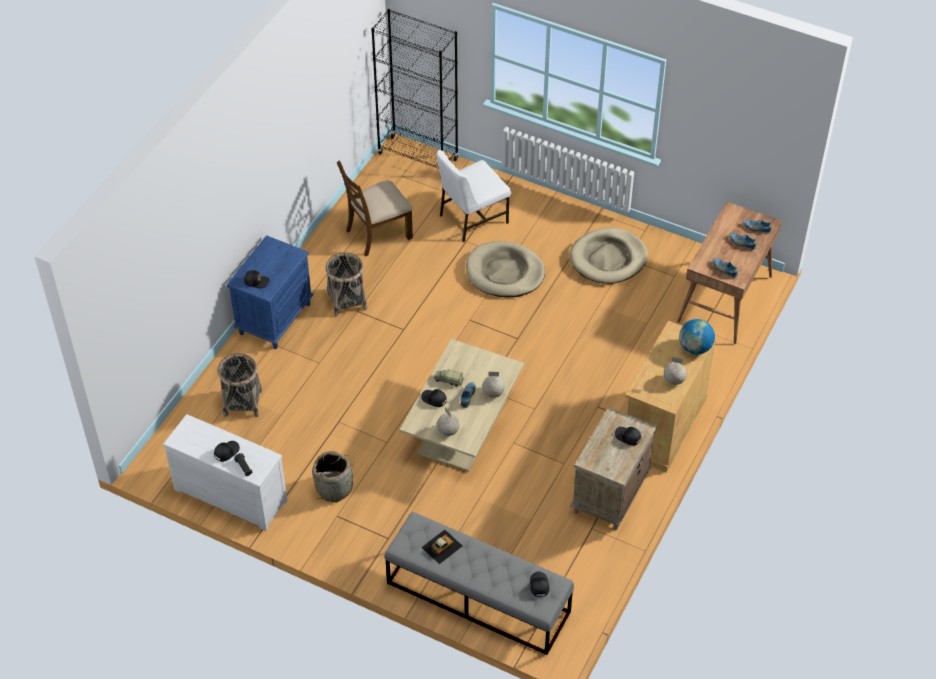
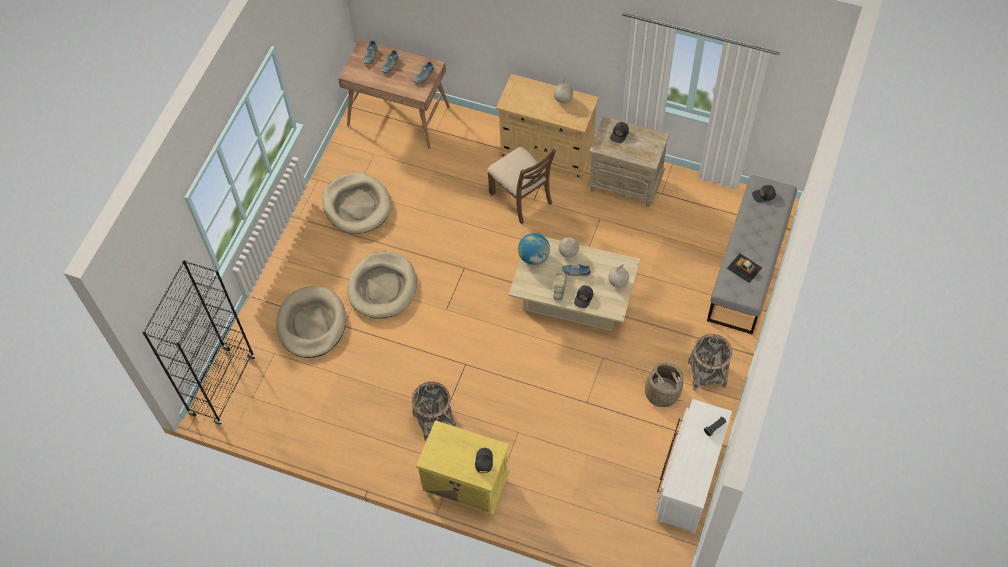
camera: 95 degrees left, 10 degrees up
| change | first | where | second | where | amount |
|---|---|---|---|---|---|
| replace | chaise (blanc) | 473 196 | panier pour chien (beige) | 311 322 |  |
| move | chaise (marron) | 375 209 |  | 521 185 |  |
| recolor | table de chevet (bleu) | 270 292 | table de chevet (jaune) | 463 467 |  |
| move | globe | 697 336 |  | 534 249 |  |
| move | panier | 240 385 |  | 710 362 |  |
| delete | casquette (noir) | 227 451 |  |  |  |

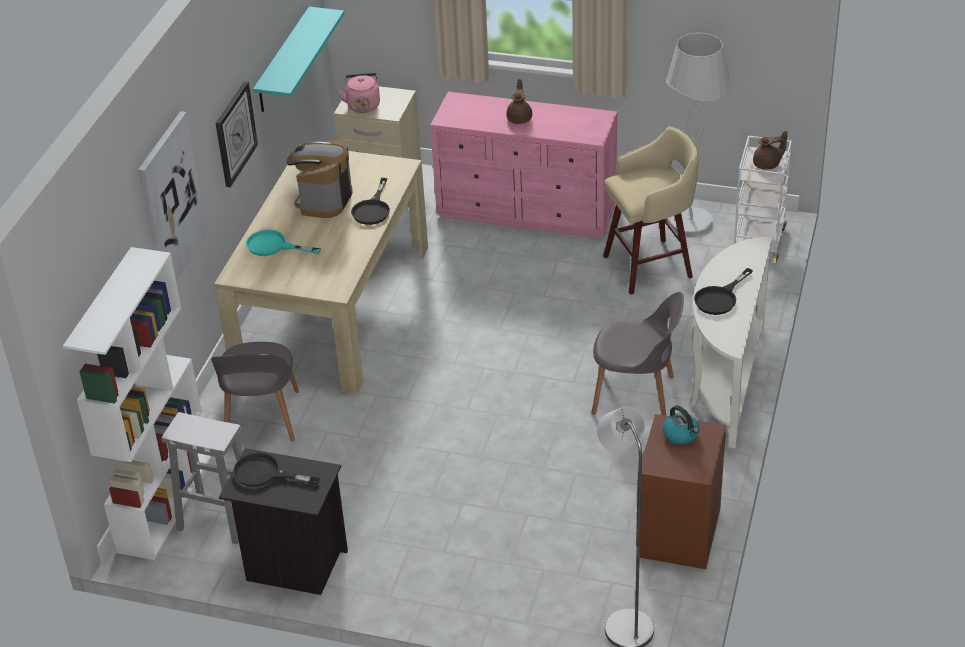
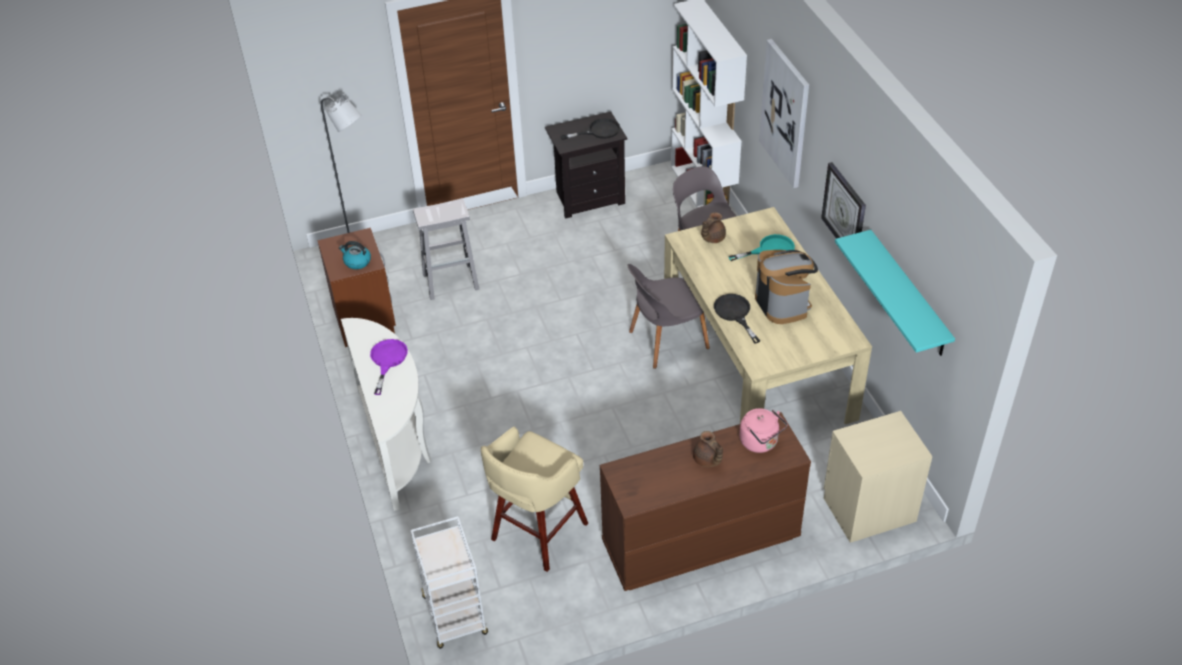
camera: 145 degrees right, 5 degrees up
| change | first | where | second | where | amount |
|---|---|---|---|---|---|
| delete | lampadaire (blanc) | 698 133 |  |  |  |
| move | bouilloire (rose) | 359 93 |  | 764 430 |  |
| recolor | commode (rose) | 523 165 | commode (marron) | 705 501 |  |
| move | théière (marron) | 770 150 |  | 713 227 |  |
| recolor | poêle (noir) | 723 291 | poêle (violet) | 389 367 |  |
| move | chaise (gris) | 638 354 |  | 668 316 |  |
| move | tabouret (blanc) | 202 478 |  | 446 249 |  |

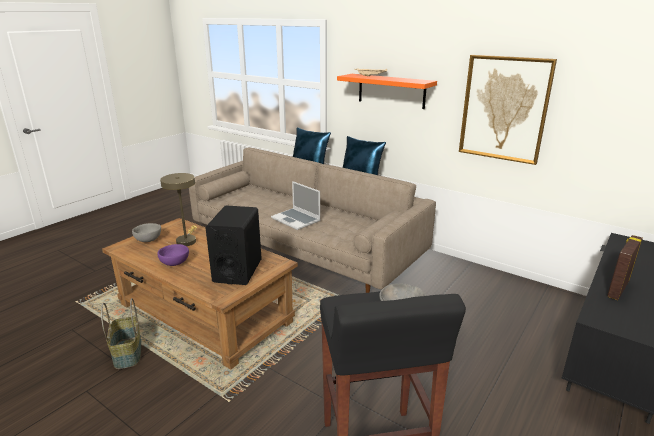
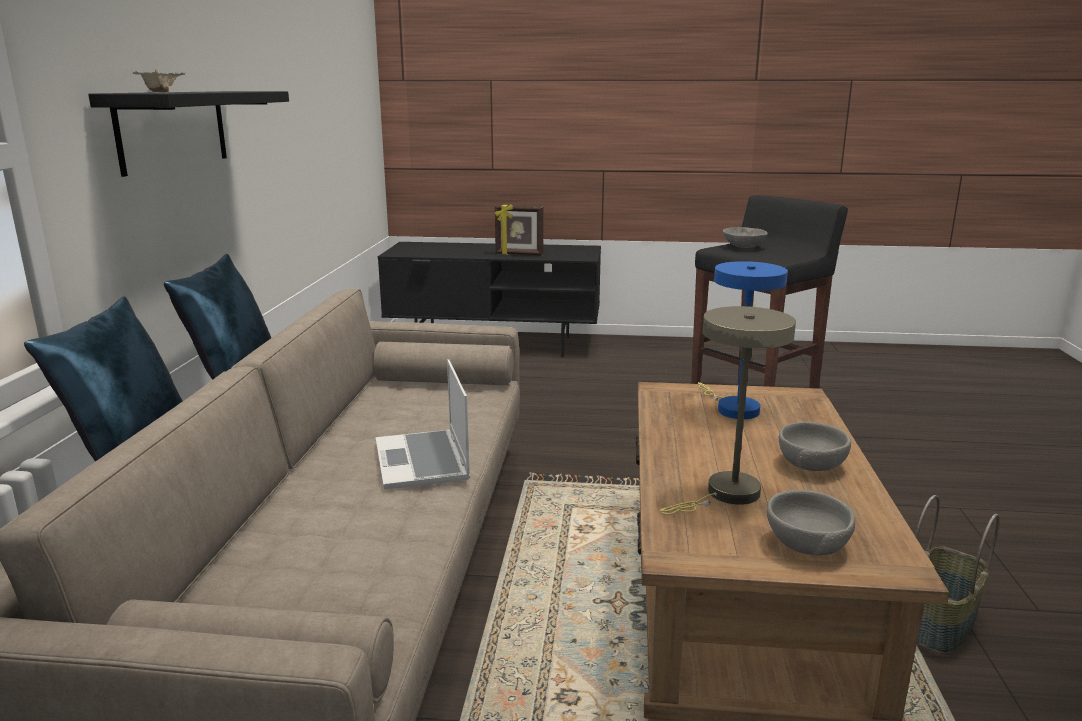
camera: 120 degrees left, 5 degrees down
| change | first | where | second | where | amount |
|---|---|---|---|---|---|
| delete | tableau | 508 110 |  |  |  |
| recolor | étagère (orange) | 387 91 | étagère (noir) | 188 134 |  |
| rotate | ordinateur portable | 295 205 |  | 422 424 | 150 degrees clockwise |
| replace | enceinte (noir) | 234 245 | lampe de table (bleu) | 743 340 |  |
| recolor | bol (violet) | 173 255 | bol (gris) | 815 446 |  |

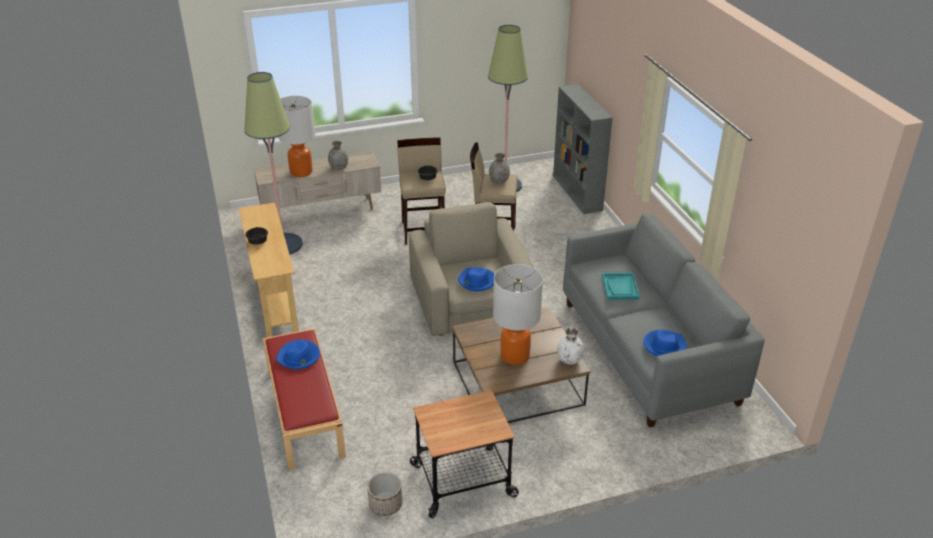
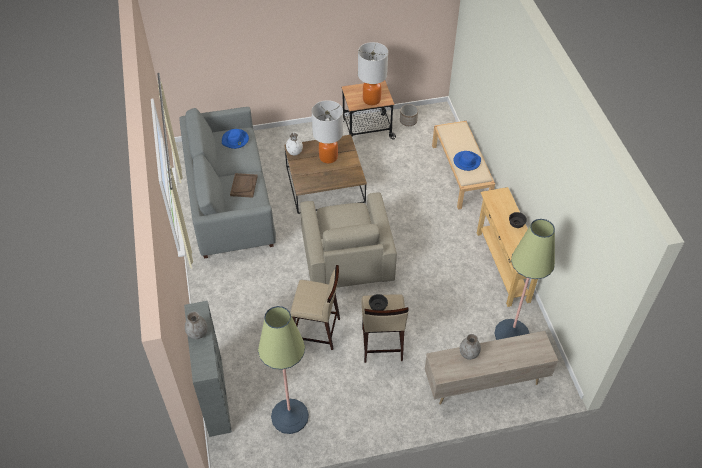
camera: 175 degrees left, 15 degrees up
| change | first | where | second | where | amount |
|---|---|---|---|---|---|
| move | lampe de table | 296 136 |  | 373 73 |  |
| move | vase (gris) | 499 168 |  | 196 325 |  |
| delete | chapeau (bleu) | 476 279 |  |  |  |
| recolor | plateau (turquoise) | 621 286 | plateau (marron) | 244 185 |  |
| recolor | banc (rouge) | 304 399 | banc (beige) | 463 165 |  |

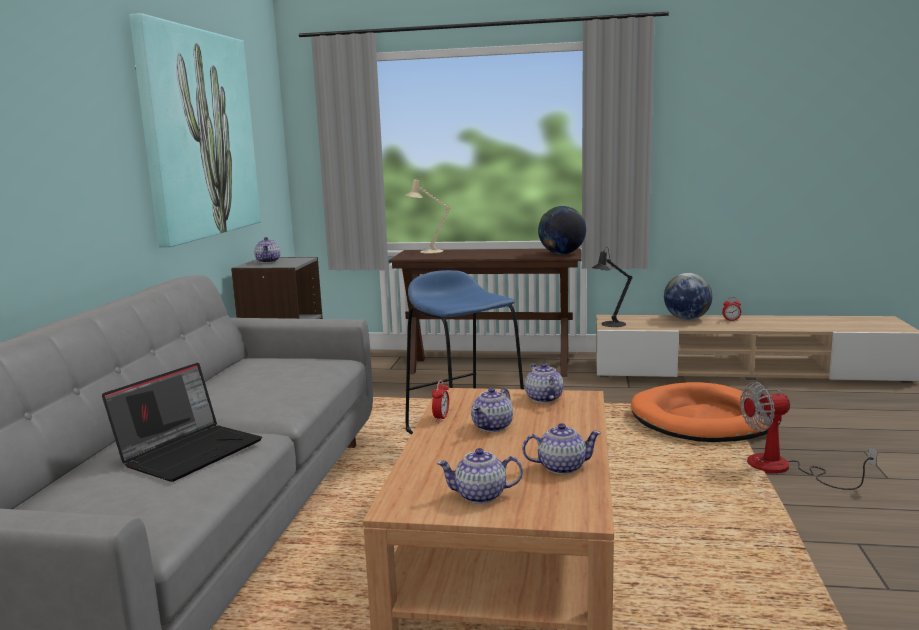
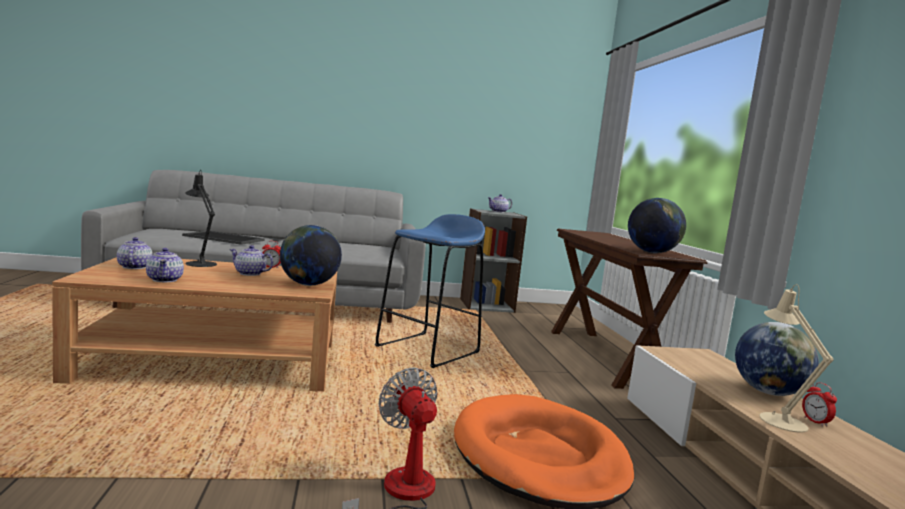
camera: 70 degrees right, 5 degrees down
| change | first | where | second | where | amount |
|---|---|---|---|---|---|
| delete | tableau | 195 130 |  |  |  |
| move | lampe de table (beige) | 428 214 |  | 797 358 |  |
| move | lampe de table (noir) | 612 287 |  | 201 218 |  |
| replace | ordinateur portable | 182 422 | plateau | 223 238 |  |
| replace | théière | 544 383 | globe | 311 255 |  |

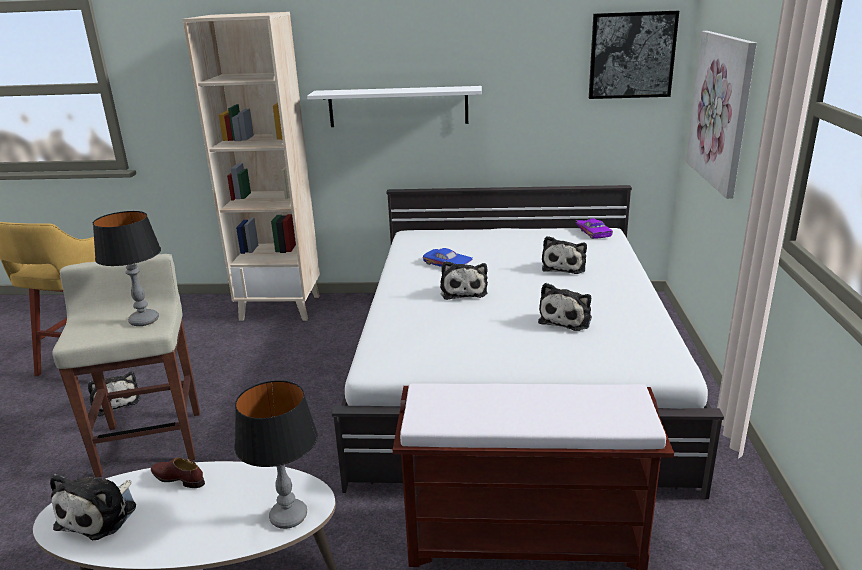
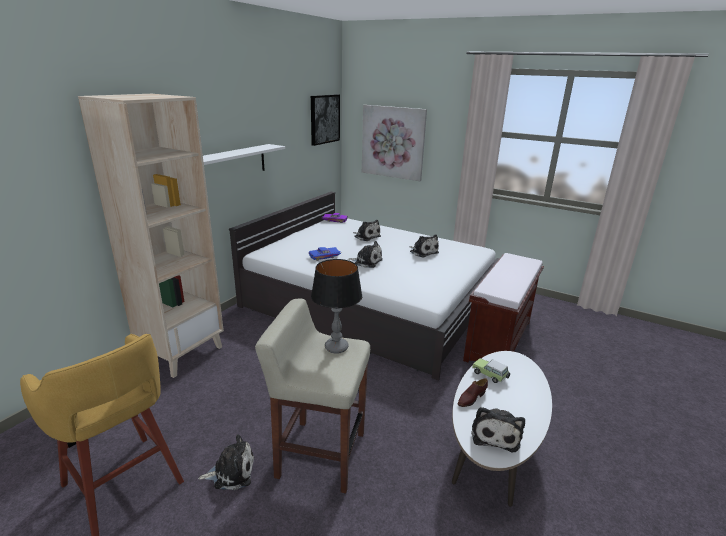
camera: 65 degrees left, 0 degrees up
| change | first | where | second | where | amount |
|---|---|---|---|---|---|
| delete | lampe de table | 276 454 |  |  |  |
| rotate | peluche | 93 507 |  | 498 429 | 60 degrees clockwise |
| insert |  |  | petite voiture | 491 370 |  |

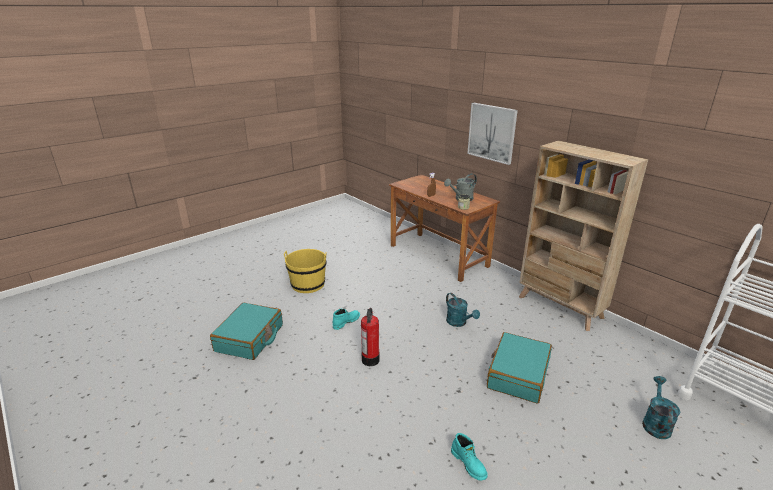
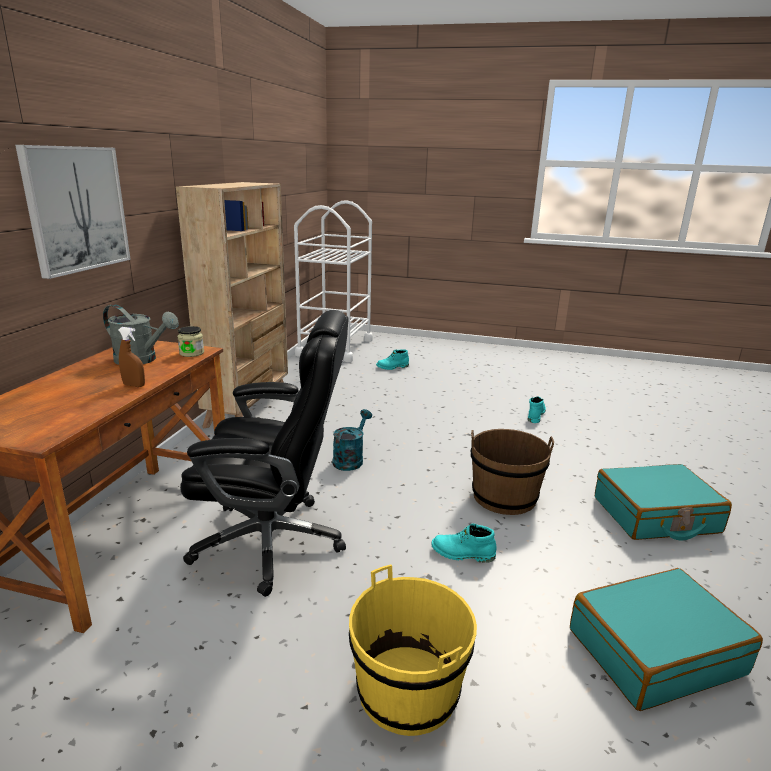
camera: 125 degrees left, 5 degrees down
| change | first | where | second | where | amount |
|---|---|---|---|---|---|
| replace | extincteur | 370 337 | seau (marron) | 512 472 |  |
| move | valise (turquoise) | 519 368 |  | 663 502 |  |
| replace | arrosoir (turquoise) | 661 407 | botte (turquoise) | 392 359 |  |
| insert |  |  | chaise de bureau (noir) | 264 453 |  |

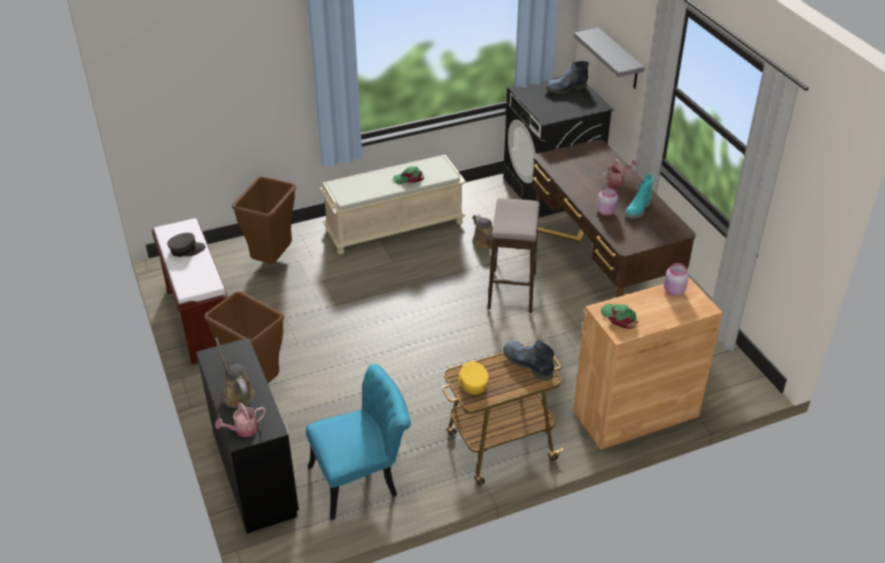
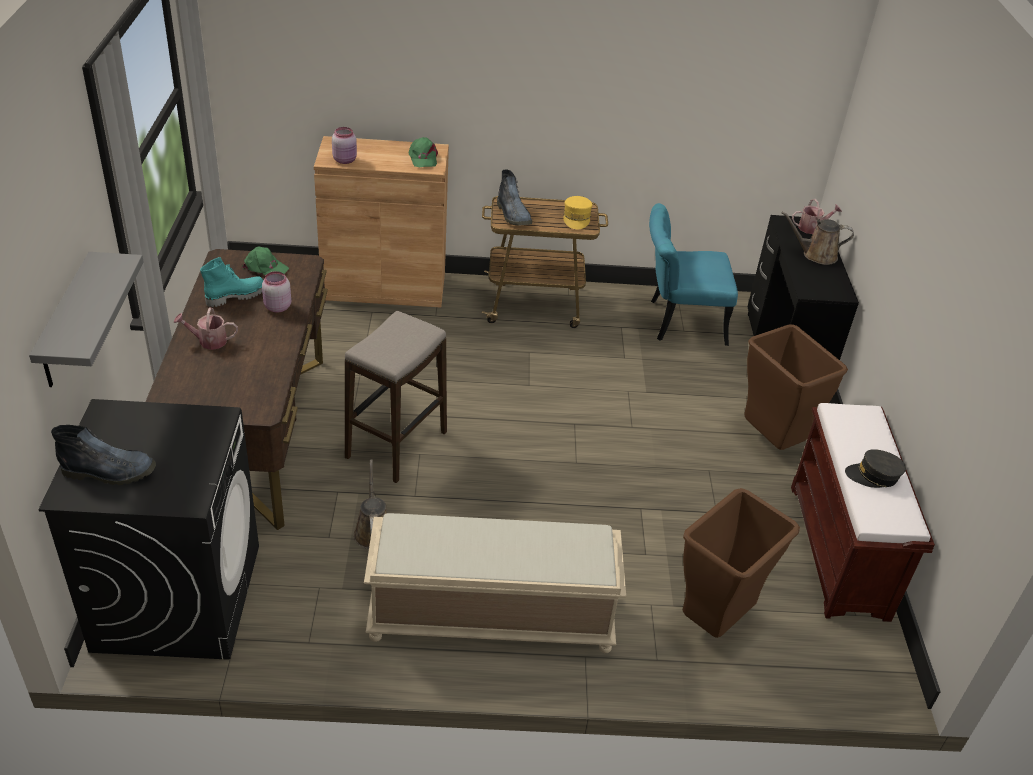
camera: 160 degrees left, 0 degrees up
| change | first | where | second | where | amount |
|---|---|---|---|---|---|
| move | casquette (vert) | 408 175 |  | 265 260 |  |
| rotate | arrosoir (marron) | 235 373 |  | 818 238 | 105 degrees clockwise |

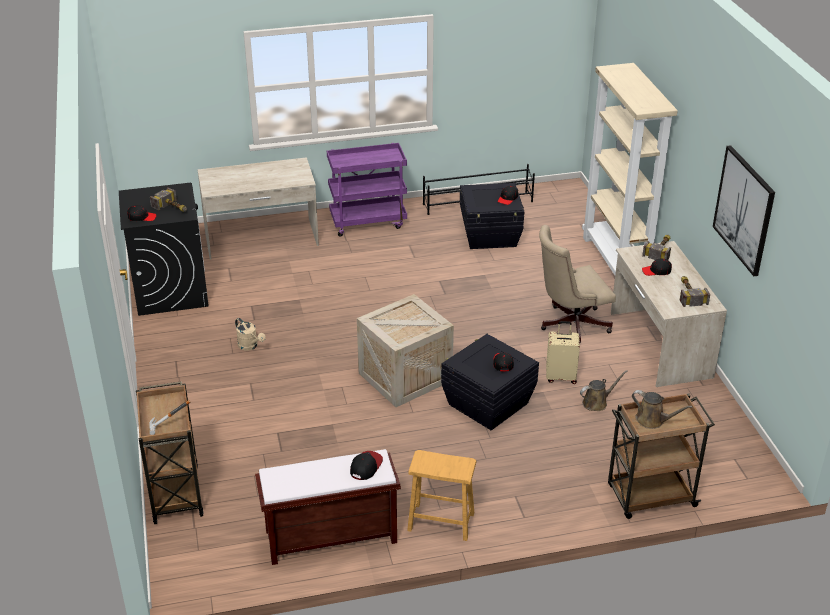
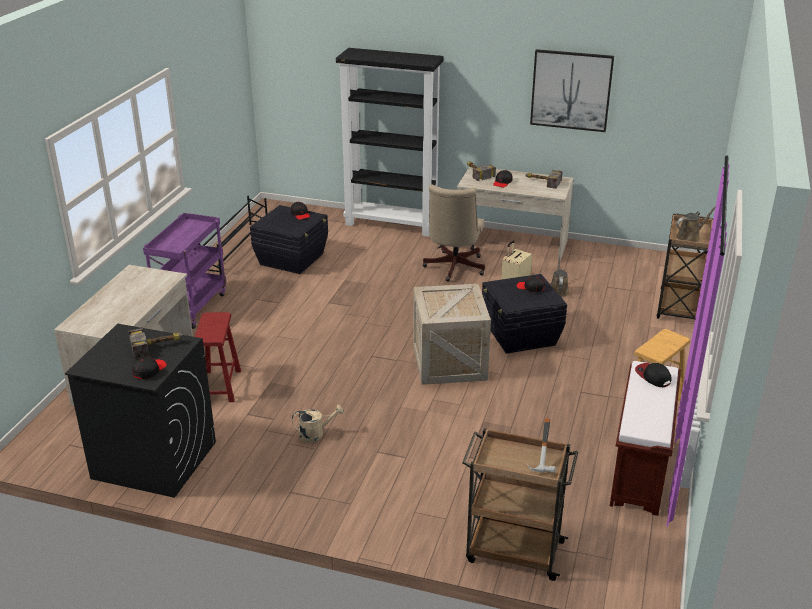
camera: 60 degrees left, 5 degrees down
| change | first | where | second | where | amount |
|---|---|---|---|---|---|
| recolor | bibliothèque (beige) | 630 169 | bibliothèque (noir) | 390 142 |  |
| insert |  |  | tabouret (rouge) | 218 357 |  |

